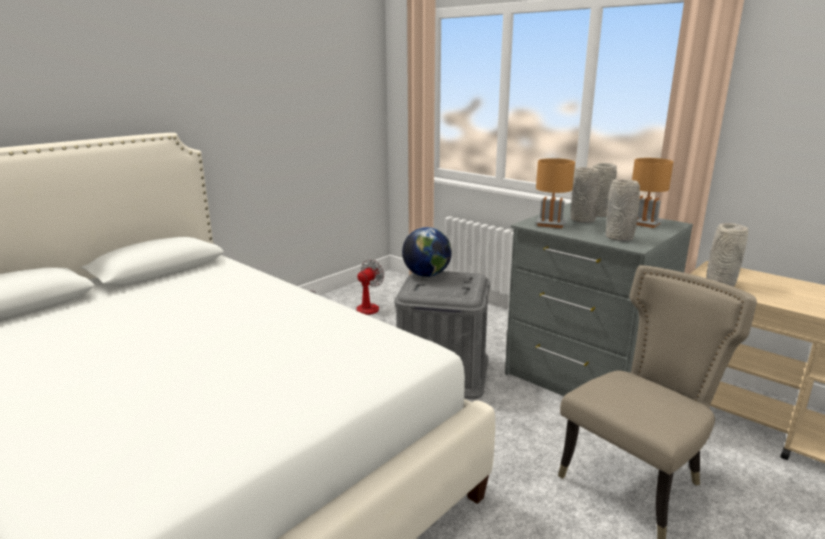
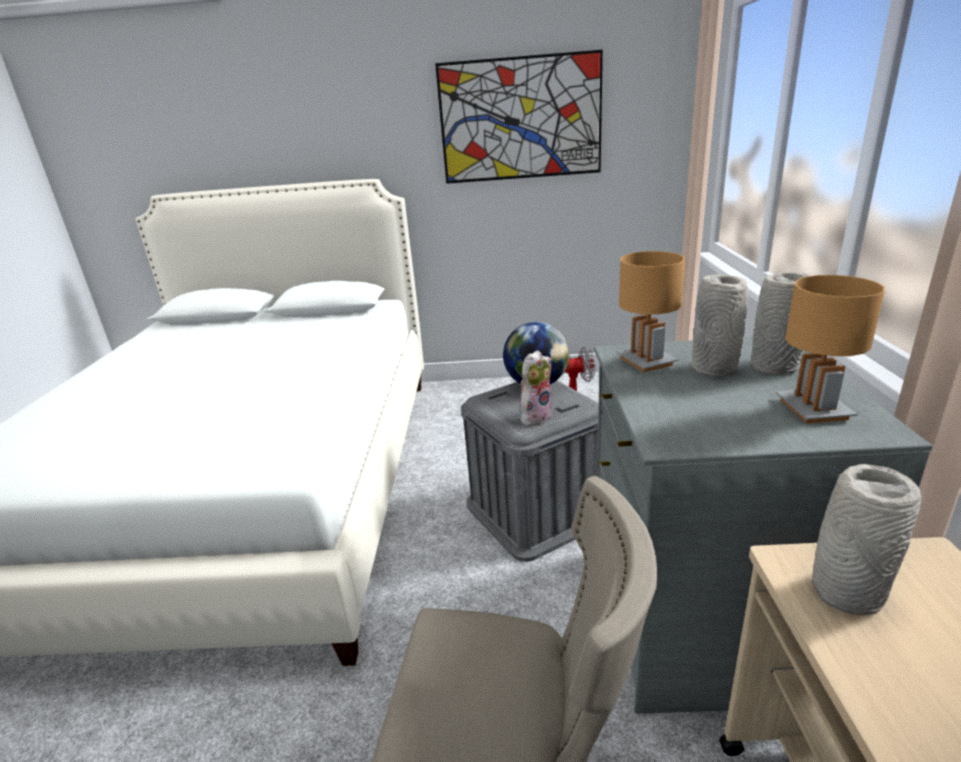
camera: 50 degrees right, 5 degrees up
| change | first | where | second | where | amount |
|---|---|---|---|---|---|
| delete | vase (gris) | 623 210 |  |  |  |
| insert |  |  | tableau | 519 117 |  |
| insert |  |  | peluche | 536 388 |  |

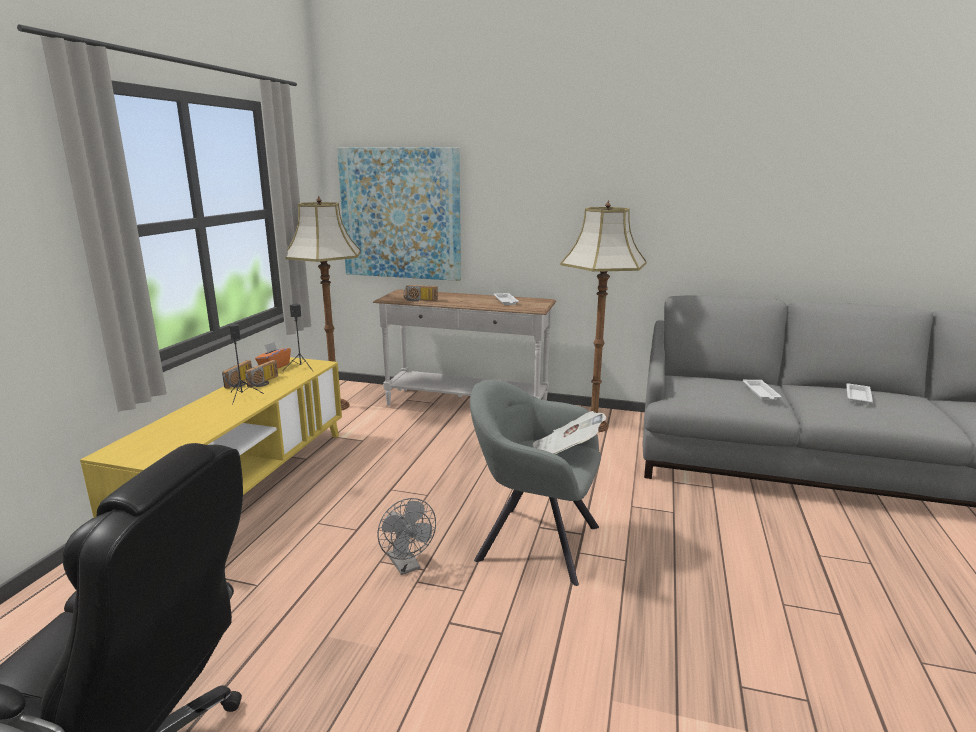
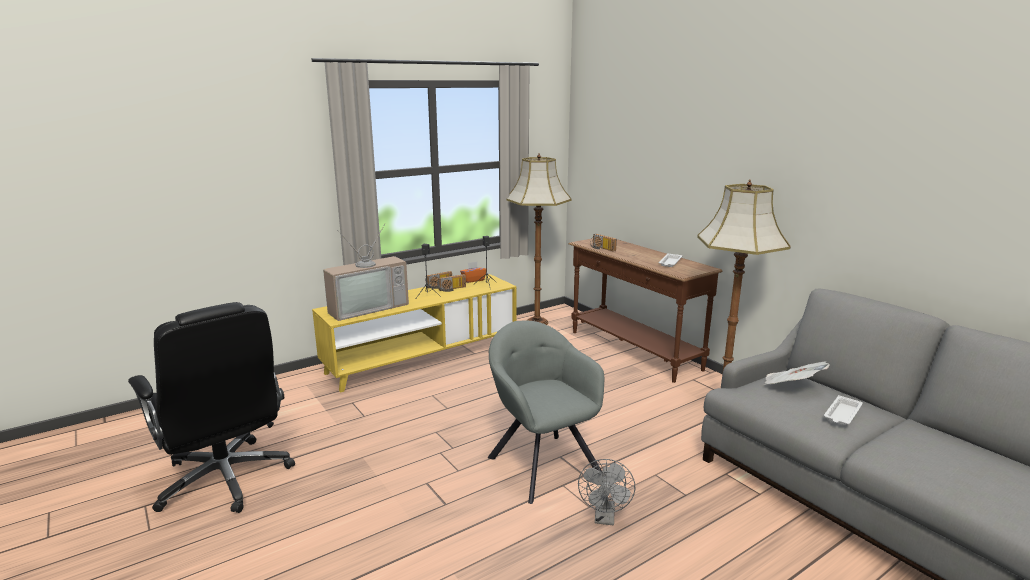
camera: 40 degrees right, 0 degrees up
| change | first | where | second | where | amount |
|---|---|---|---|---|---|
| delete | tableau | 399 214 |  |  |  |
| recolor | table console (blanc) | 464 347 | table console (marron) | 645 310 |  |
| delete | plateau (blanc) | 859 393 |  |  |  |
| move | journal | 569 432 |  | 797 373 |  |
| move | ventilateur (gris) | 406 536 |  | 606 492 |  |
| insert |  |  | téléviseur | 366 272 |  |

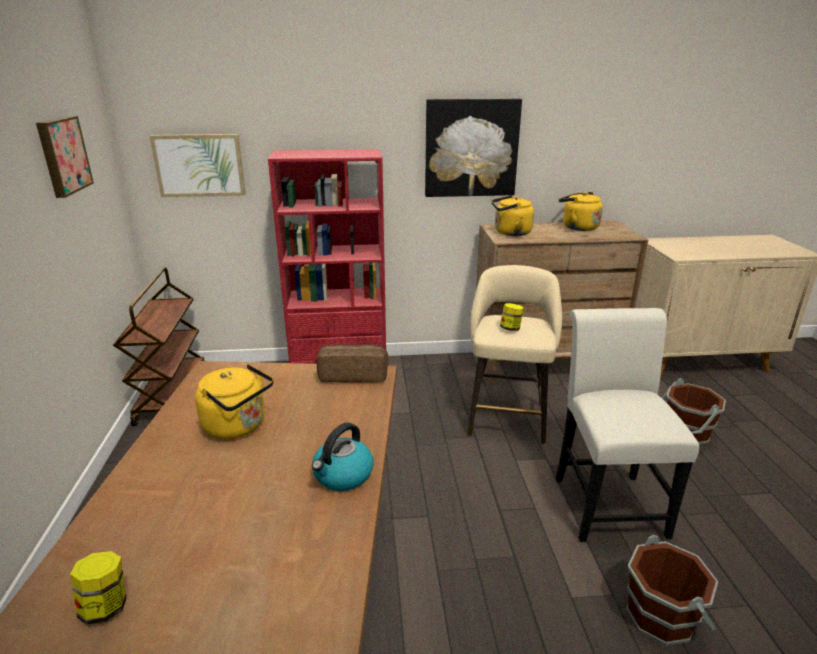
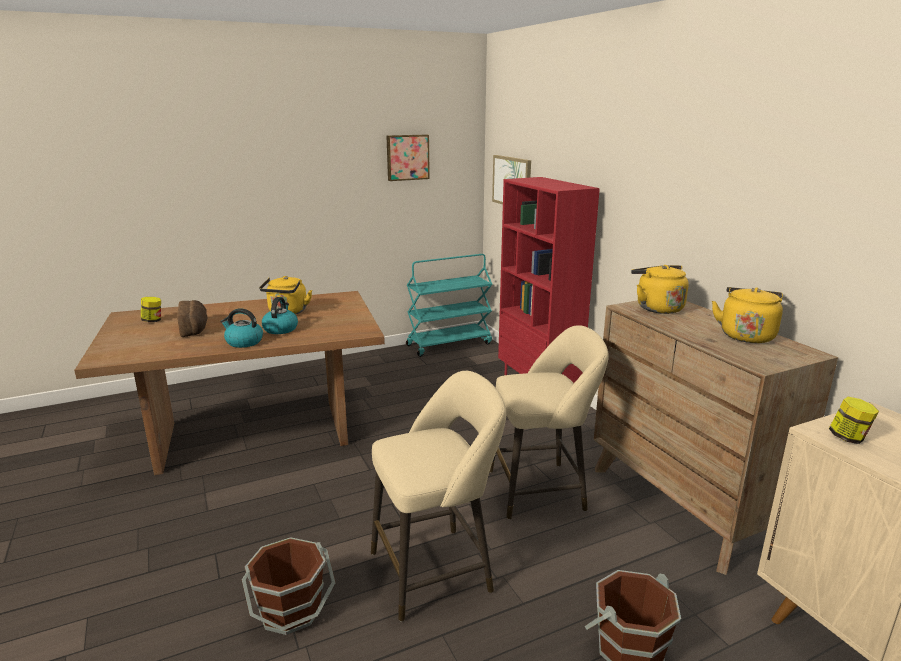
camera: 70 degrees right, 5 degrees down
| change | first | where | second | where | amount |
|---|---|---|---|---|---|
| delete | tableau | 473 148 |  |  |  |
| recolor | chariot (marron) | 159 346 | chariot (turquoise) | 449 305 |  |
| move | bocal | 512 317 |  | 854 420 |  |
| replace | chaise (blanc) | 627 425 | tabouret (beige) | 438 496 |  |
| move | pain | 353 363 |  | 192 318 |  |
| insert |  |  | bouilloire | 280 315 |  |

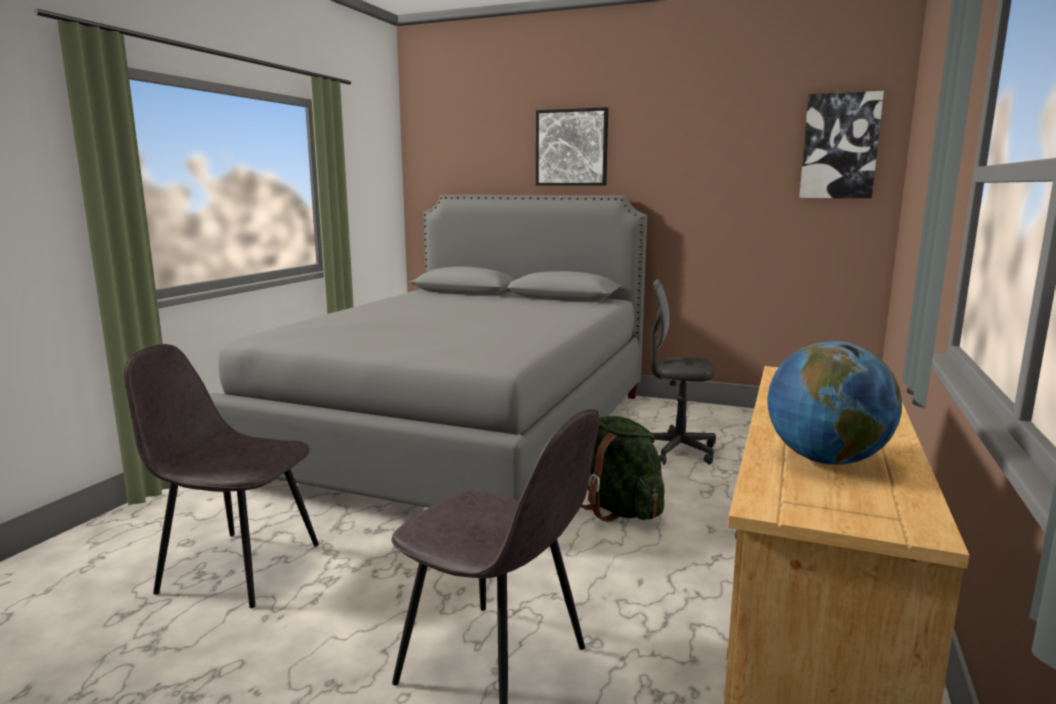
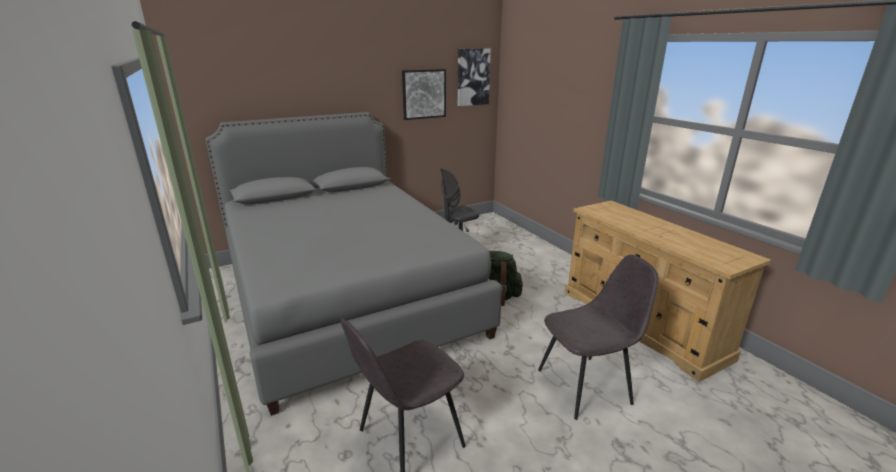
camera: 50 degrees left, 10 degrees up
| change | first | where | second | where | amount |
|---|---|---|---|---|---|
| move | tableau | 572 146 |  | 424 94 |  |
| delete | globe | 834 403 |  |  |  |

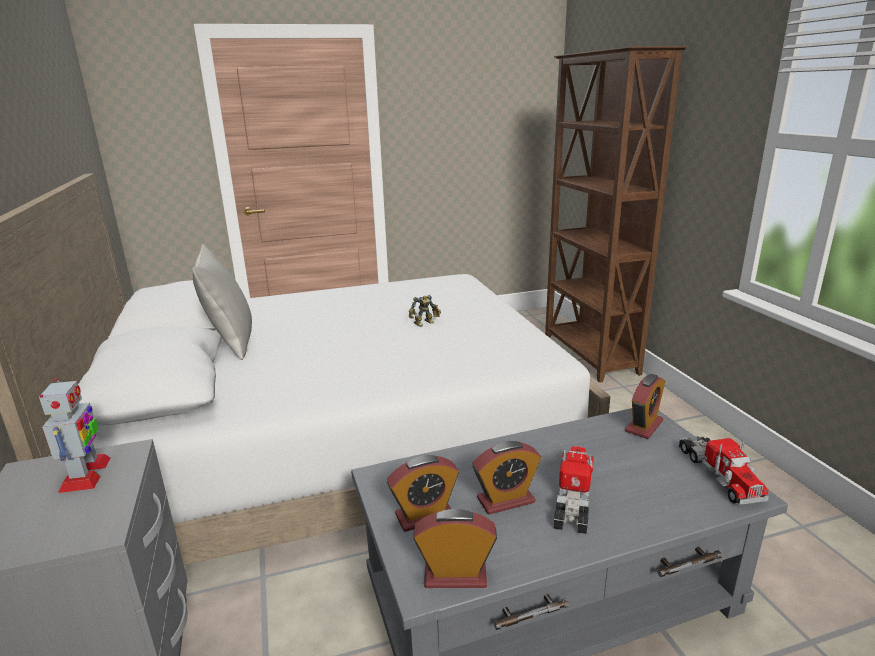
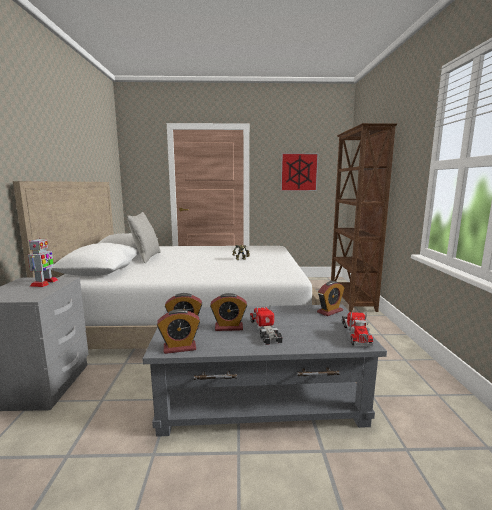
camera: 15 degrees right, 10 degrees down
| change | first | where | second | where | amount |
|---|---|---|---|---|---|
| rotate | camion jouet | 574 490 |  | 266 325 | 45 degrees counterclockwise |
| rotate | réveil | 455 548 |  | 178 331 | 150 degrees clockwise |
| insert |  |  | tableau | 300 172 |  |

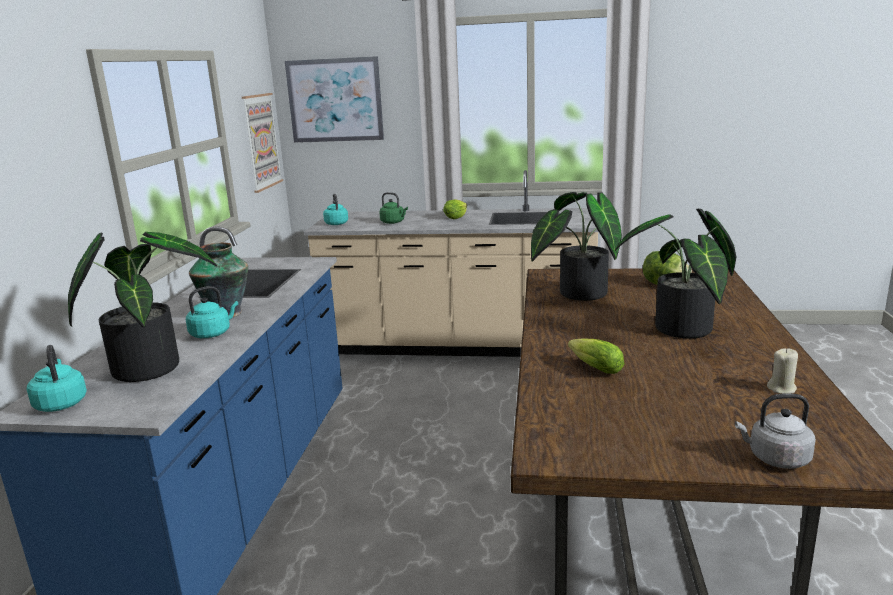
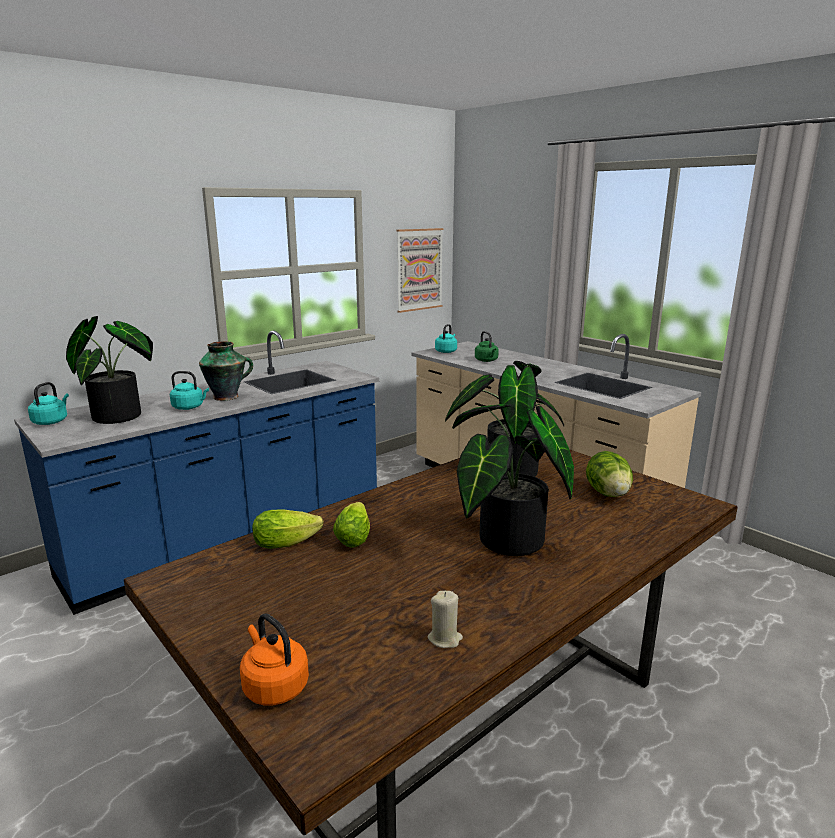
camera: 40 degrees right, 0 degrees up
| change | first | where | second | where | amount |
|---|---|---|---|---|---|
| delete | tableau | 334 99 |  |  |  |
| move | laitue | 455 209 |  | 287 529 |  |
| recolor | bouilloire (gris) | 775 431 | bouilloire (orange) | 274 659 |  |

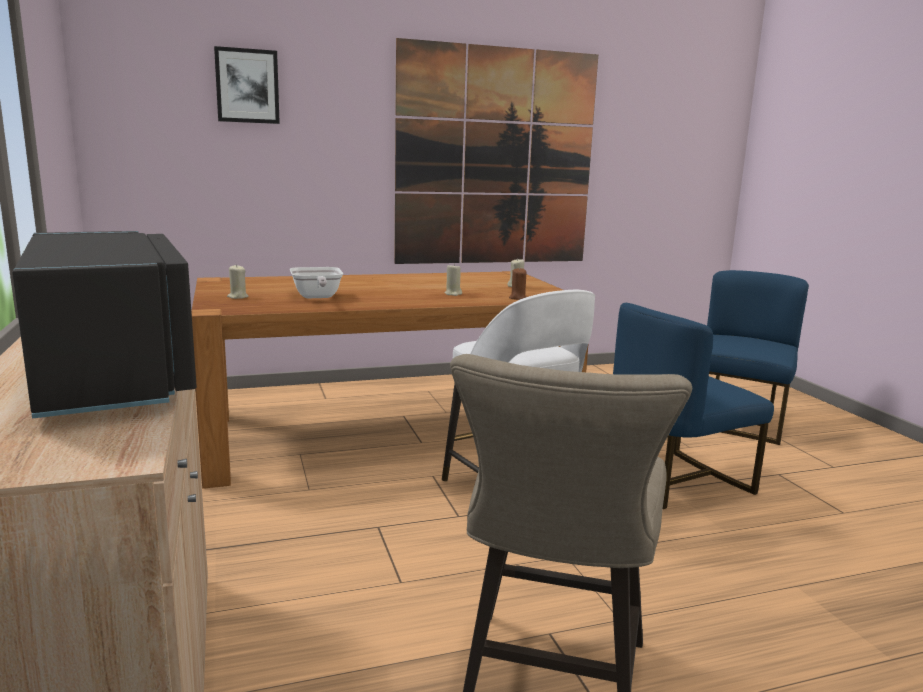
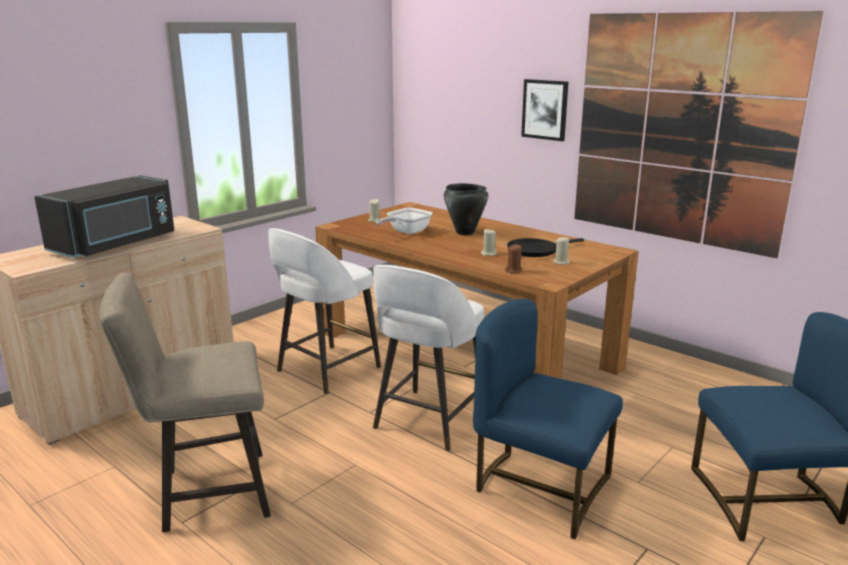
camera: 60 degrees right, 5 degrees up
| change | first | where | second | where | amount |
|---|---|---|---|---|---|
| move | tableau | 247 85 |  | 544 110 |  |
| insert |  |  | marmite (noir) | 466 209 |  |
| insert |  |  | tabouret (blanc) | 324 311 |  |
| insert |  |  | poêle (noir) | 545 247 |  |

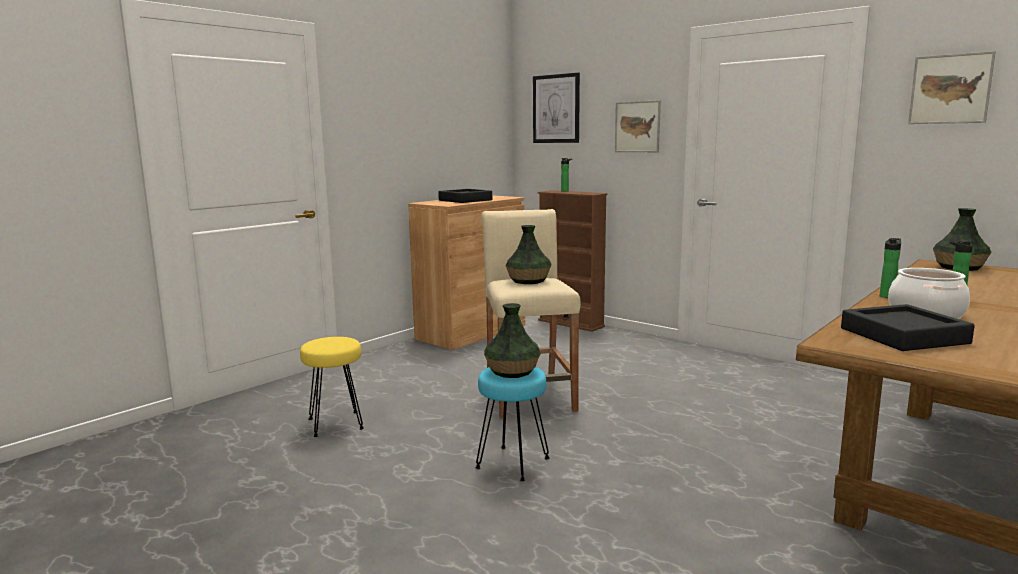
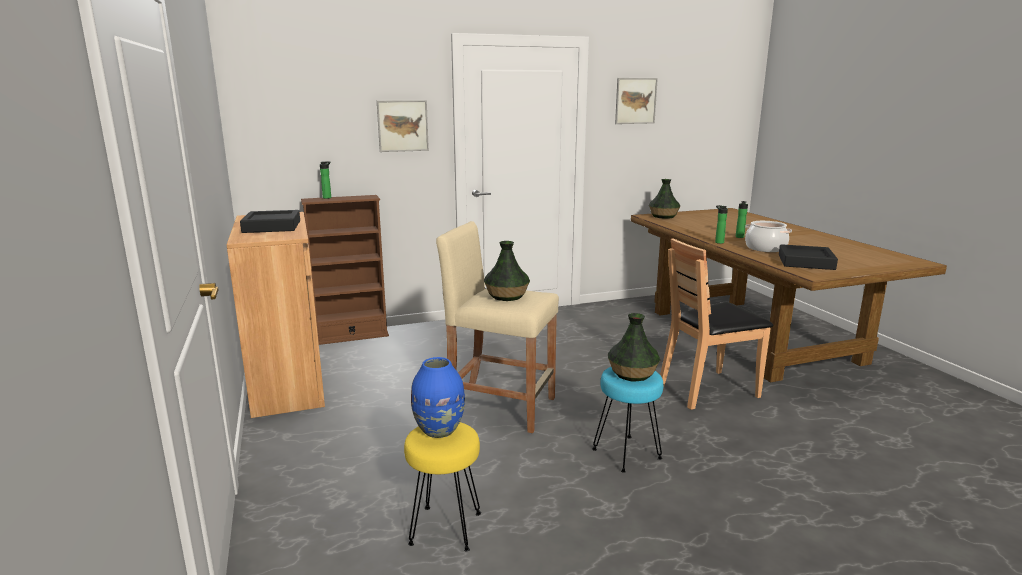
camera: 60 degrees left, 5 degrees up
| change | first | where | second | where | amount |
|---|---|---|---|---|---|
| delete | tableau | 556 108 |  |  |  |
| insert |  |  | chaise (marron) | 716 324 |  |
| insert |  |  | vase (bleu) | 438 397 |  |

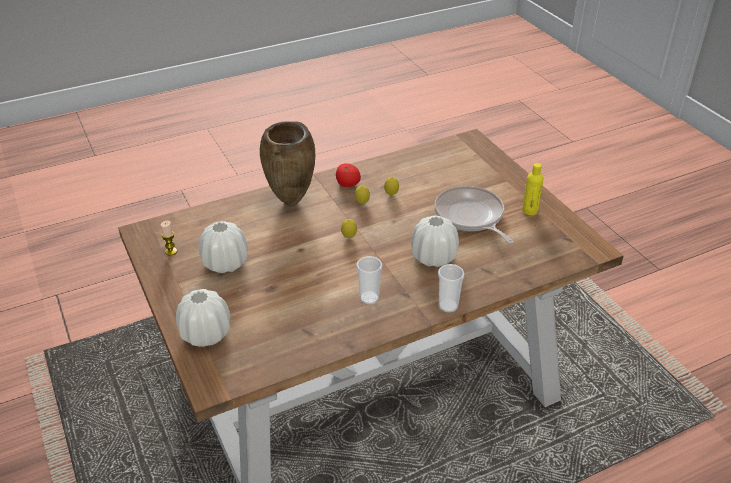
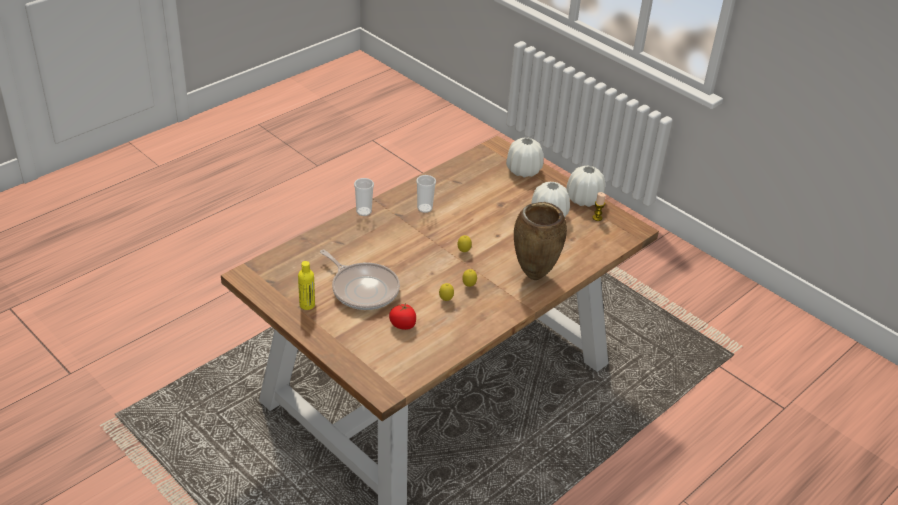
camera: 160 degrees right, 0 degrees up
| change | first | where | second | where | amount |
|---|---|---|---|---|---|
| move | tomate | 348 175 |  | 402 316 |  |
| move | vase (blanc) | 435 241 |  | 585 186 |  |

